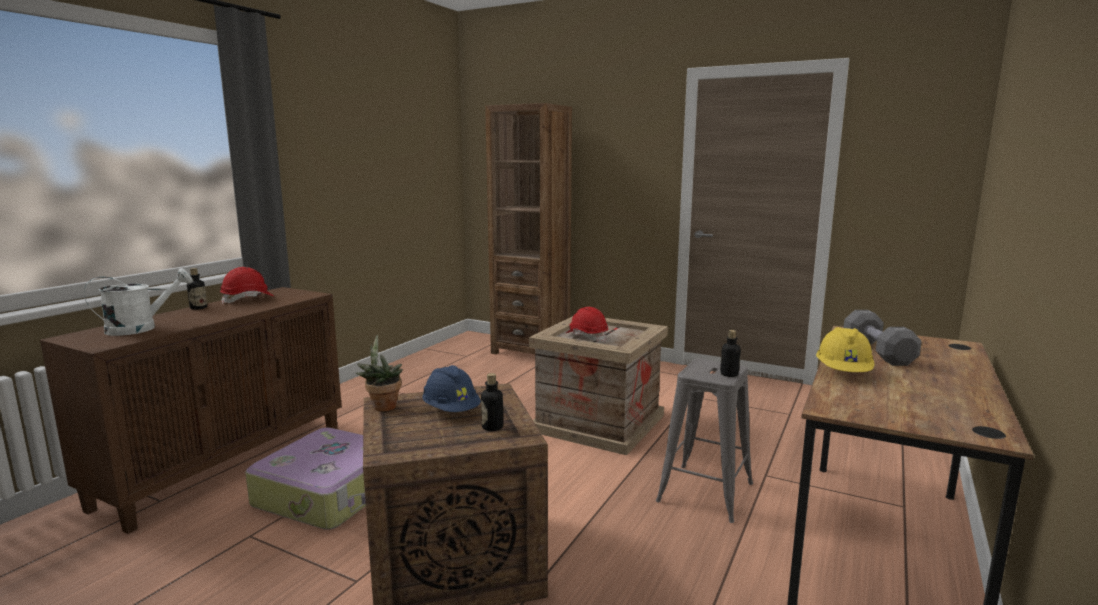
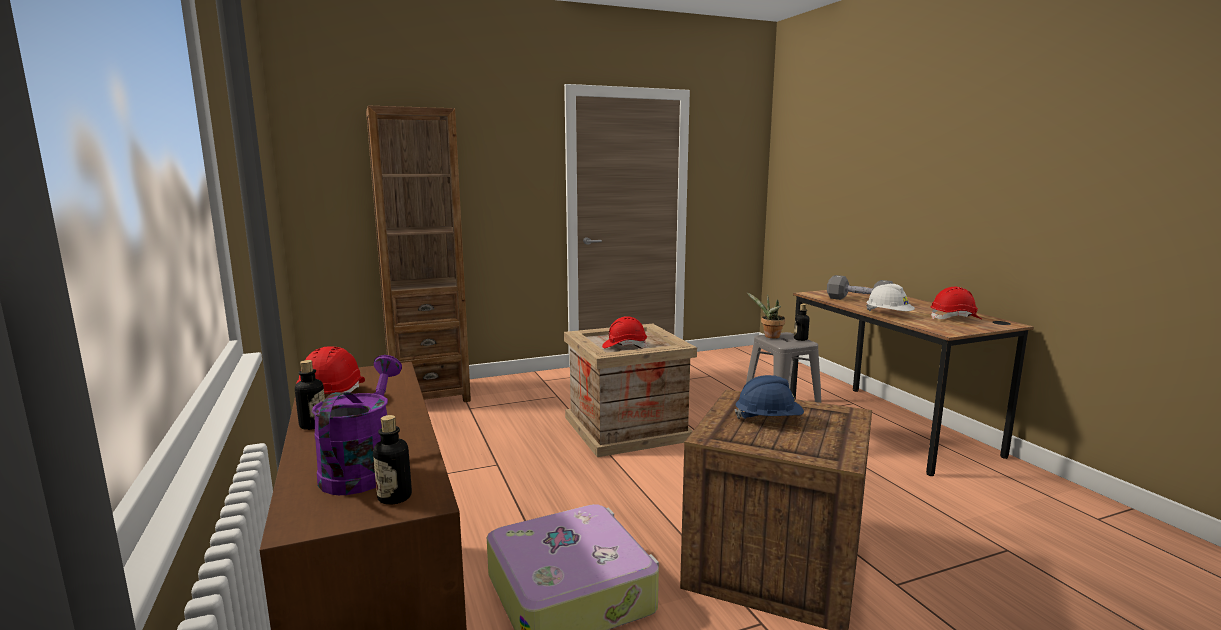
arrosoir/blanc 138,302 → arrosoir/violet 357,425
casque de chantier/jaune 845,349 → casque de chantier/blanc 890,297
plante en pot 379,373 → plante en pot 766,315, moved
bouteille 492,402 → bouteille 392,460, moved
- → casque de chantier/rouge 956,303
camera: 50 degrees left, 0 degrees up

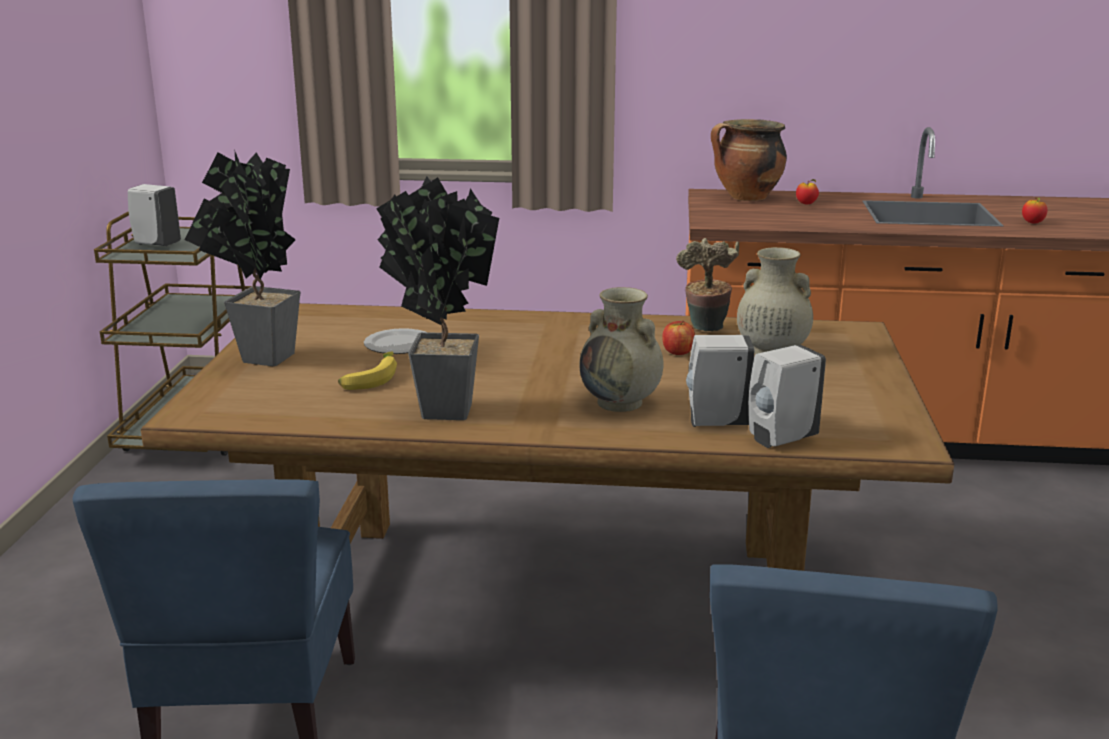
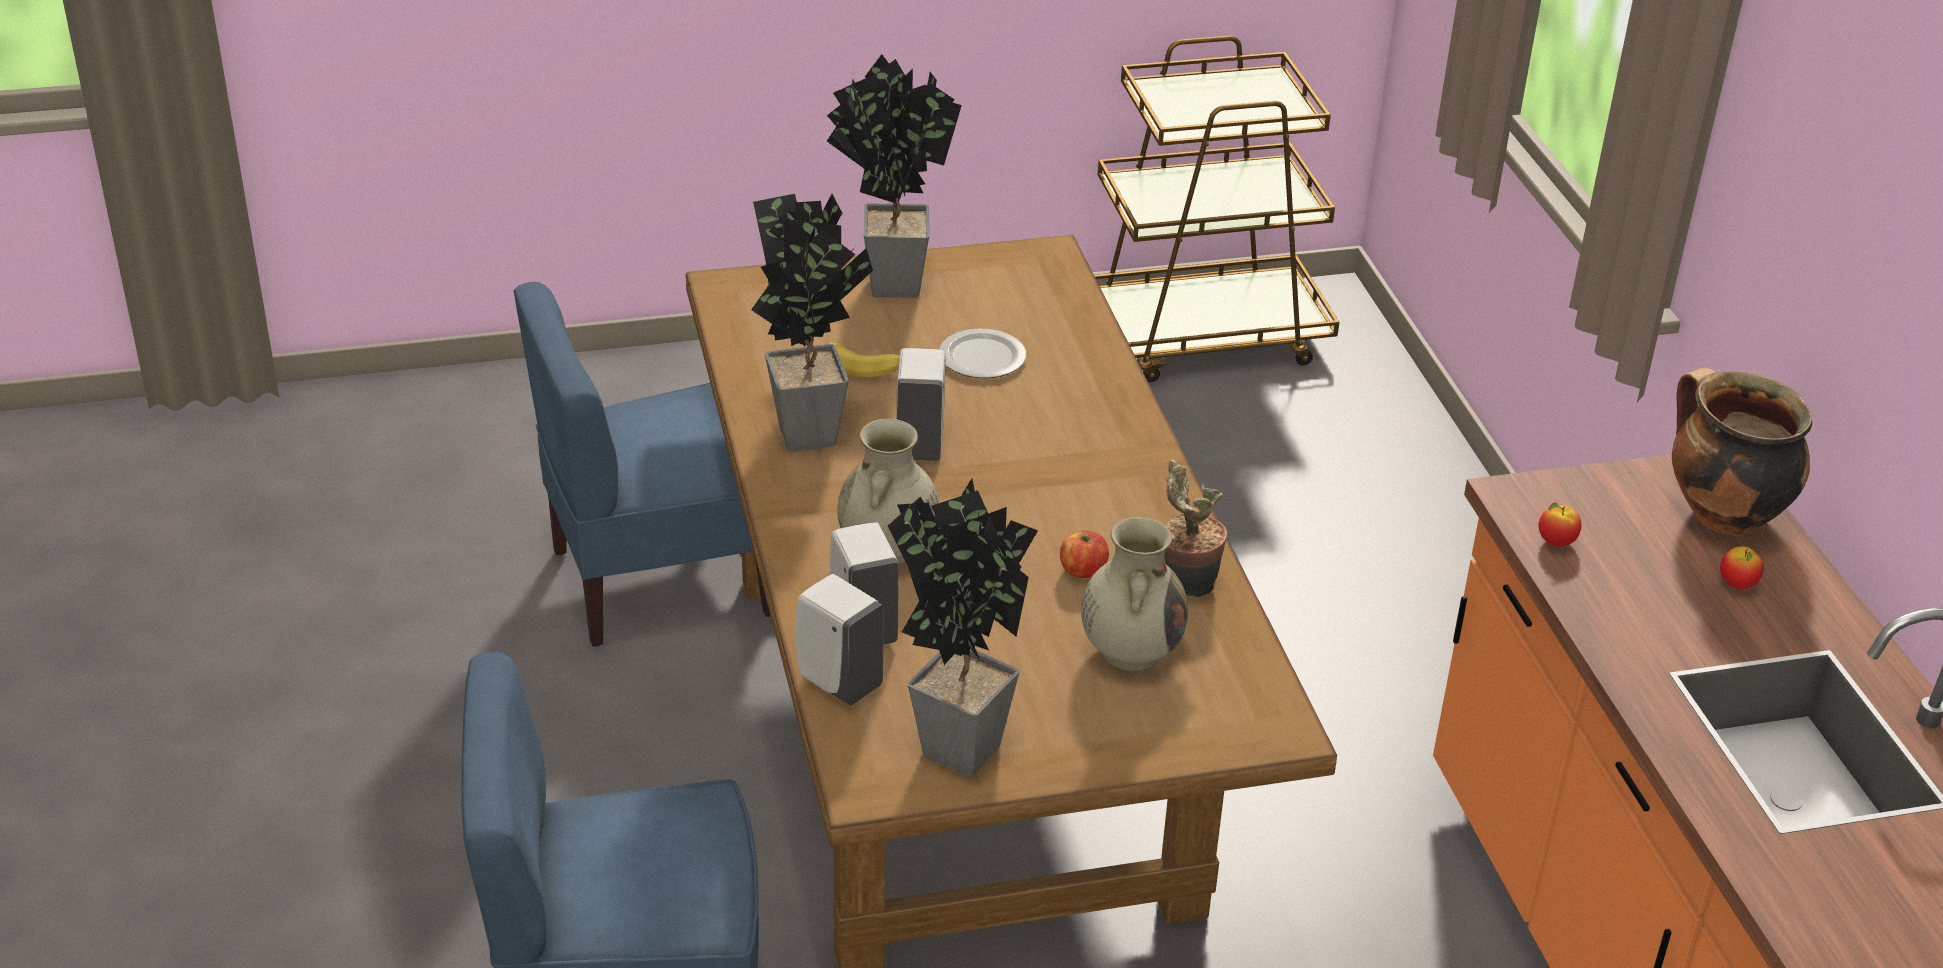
distributeur de savon/blanc 154,215 → distributeur de savon/blanc 921,404, moved
pomme 1034,210 → pomme 1560,525, moved
- → plante en pot 963,627
camera: 70 degrees right, 15 degrees up

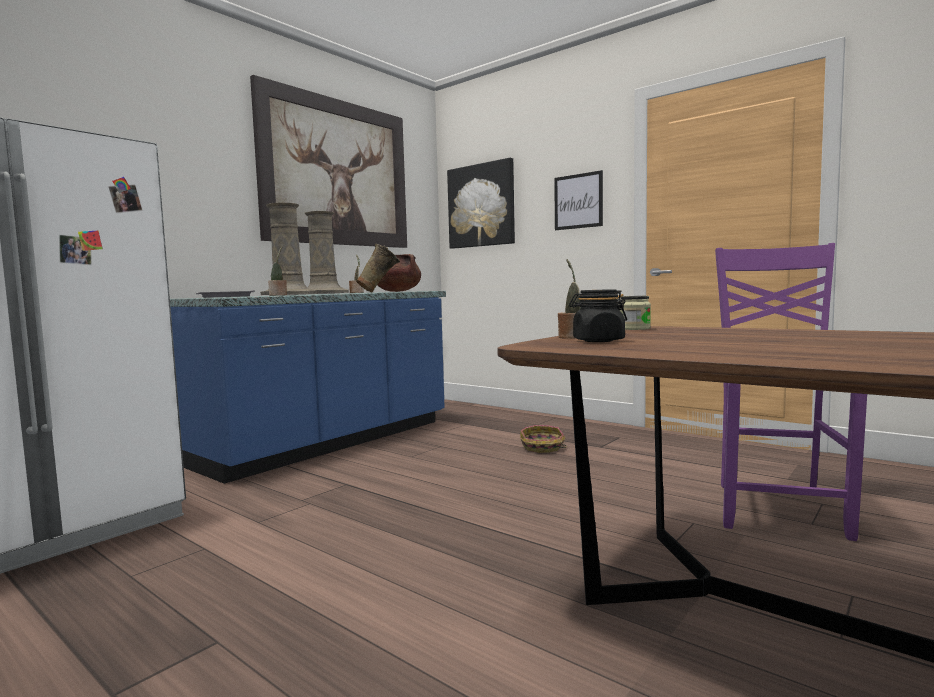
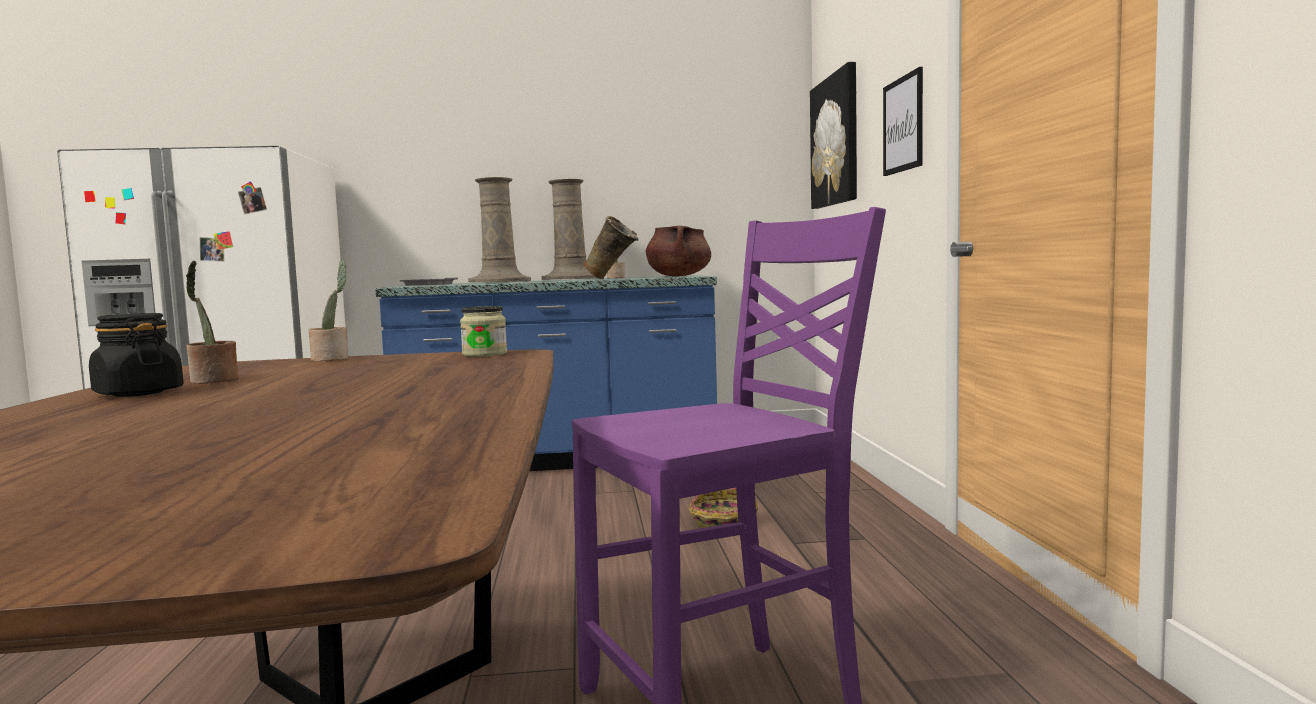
tableau 328,161 → -
plante en pot 277,271 → plante en pot 212,322, moved
bocal/noir 598,315 → bocal/noir 136,355, moved
camera: 45 degrees right, 0 degrees up

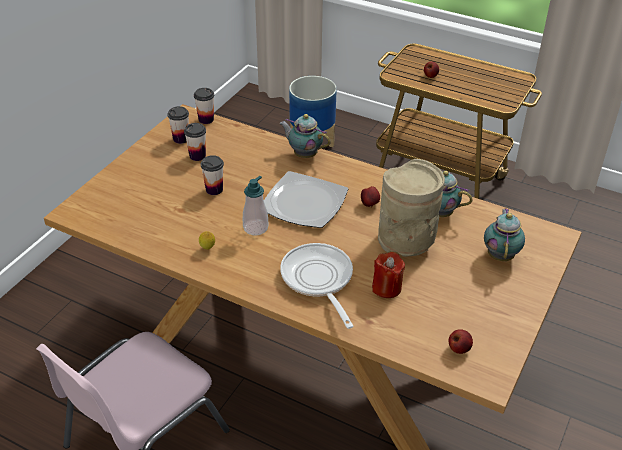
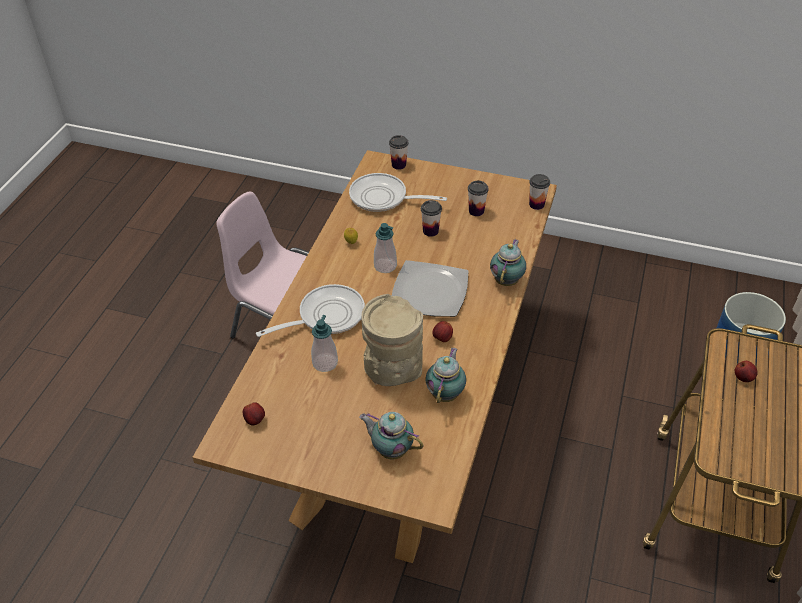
tasse 178,125 → tasse 398,152, moved
théière 504,234 → théière 391,435, 150 degrees counterclockwise
bougie/rouge 388,275 → distributeur de savon 324,343
- → poêle 398,192
camera: 80 degrees right, 5 degrees up

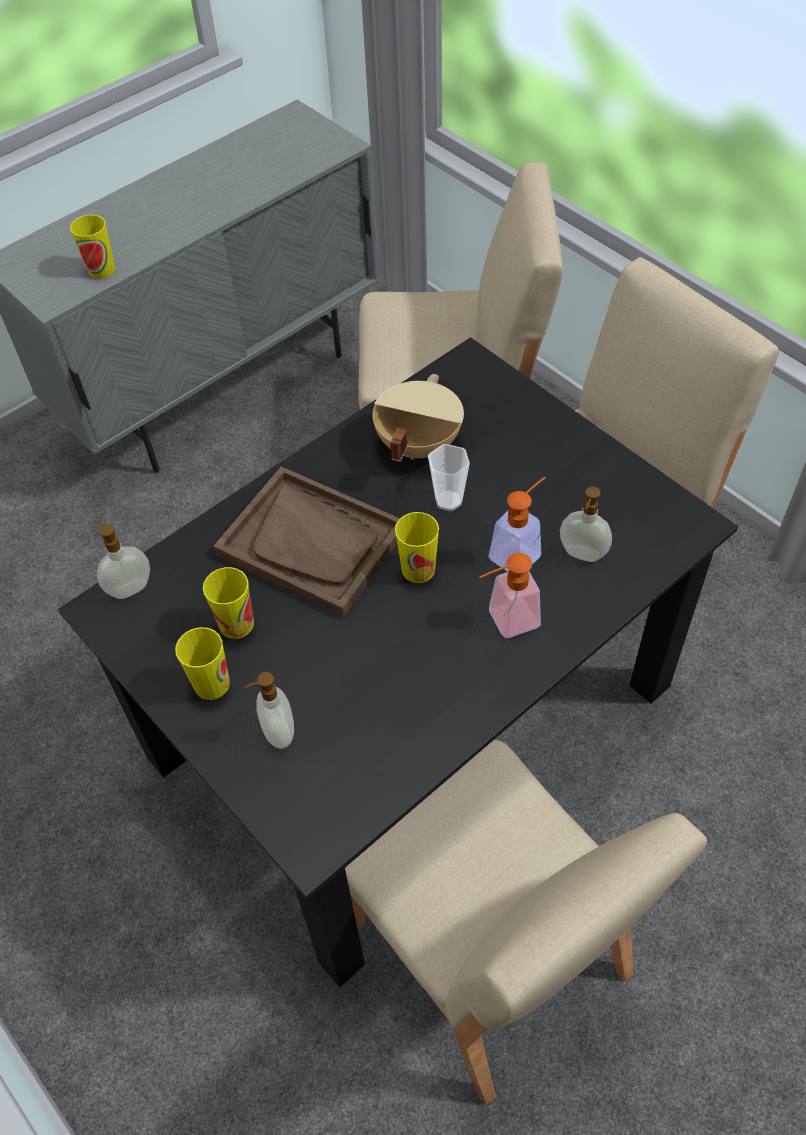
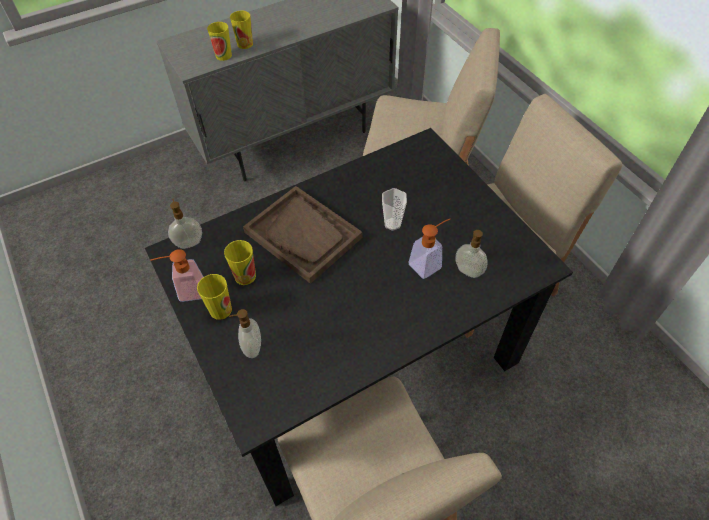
marmite/beige 418,417 → -
tasse 417,547 → tasse 241,30, moved
distributeur de savon 510,595 → distributeur de savon 176,275, moved
camera: 10 degrees right, 0 degrees up

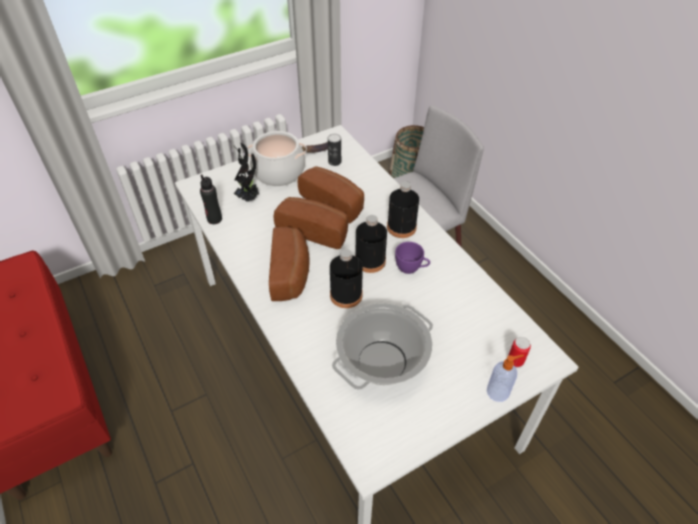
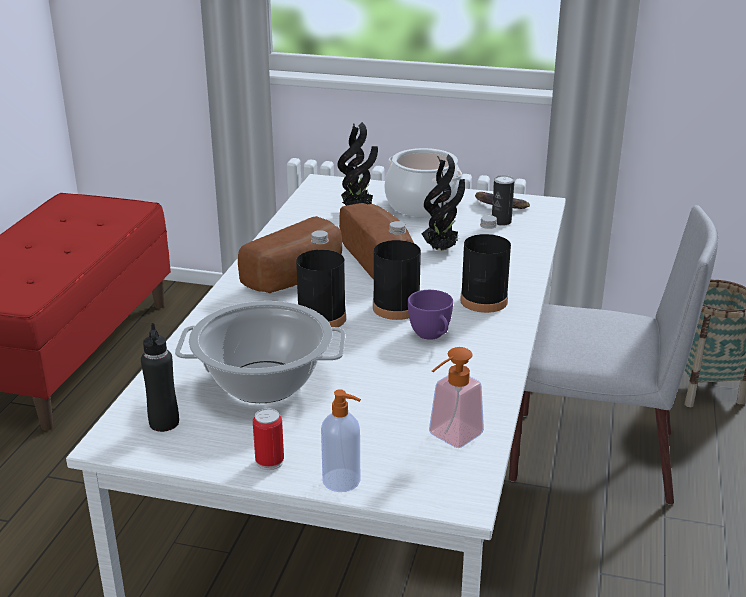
pain 331,195 → plante en pot 443,202
bouteille/noir 211,199 → bouteille/noir 160,377, moved
boîte métallique 519,352 → boîte métallique 268,439, moved
- → distributeur de savon 456,397
camera: 45 degrees right, 20 degrees down

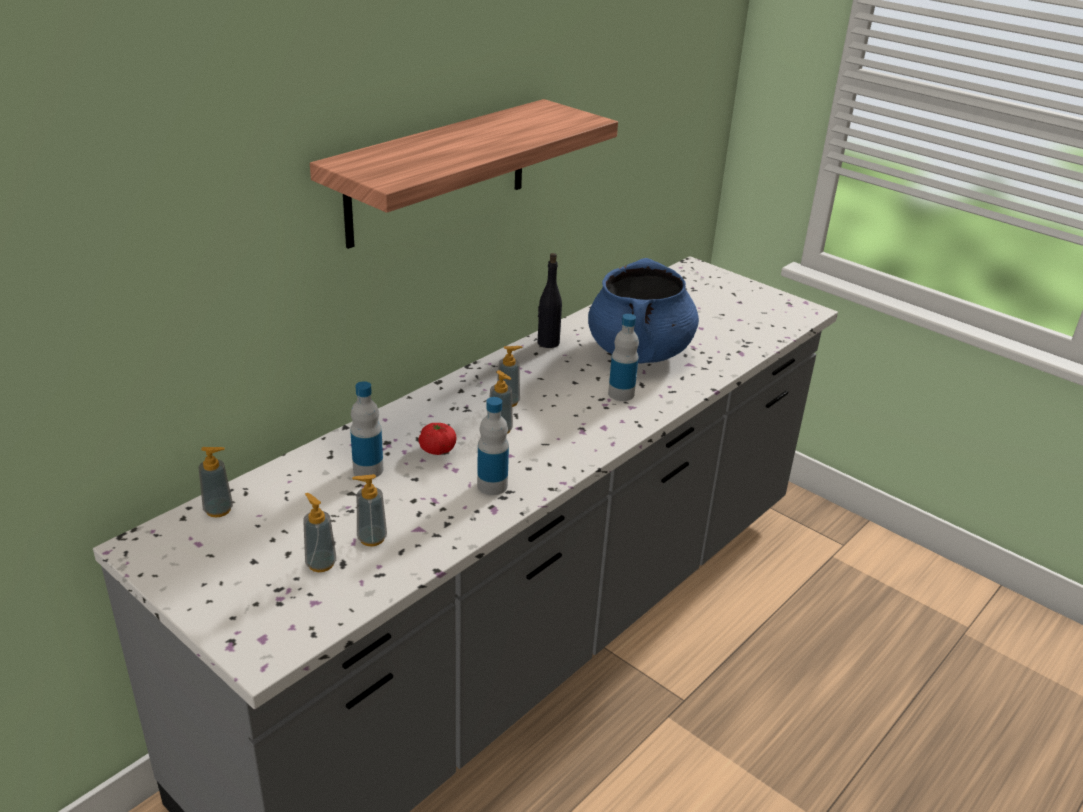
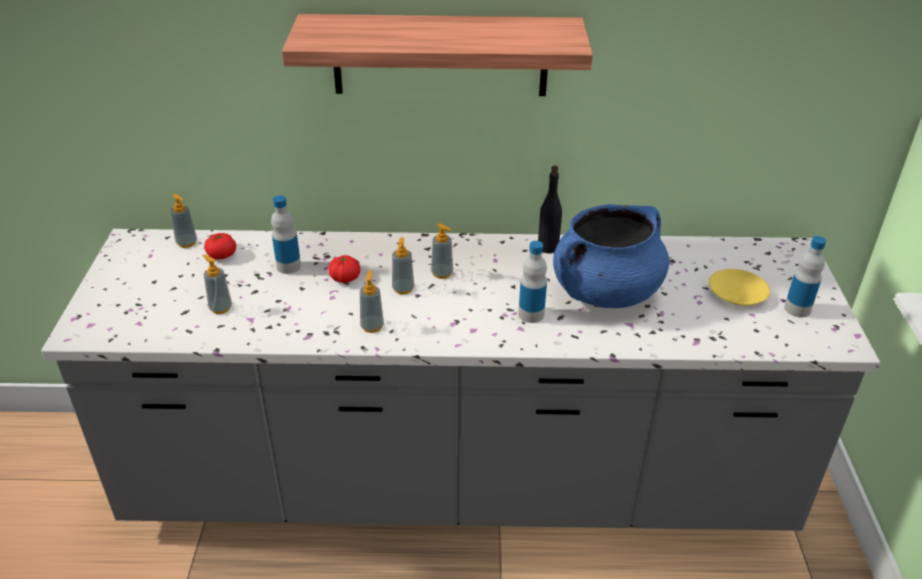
bouteille 493,446 → bouteille 805,276, moved
distributeur de savon 319,532 → distributeur de savon 372,301, moved
- → tomate 220,246
- → assiette/jaune 739,287
camera: 50 degrees right, 5 degrees up

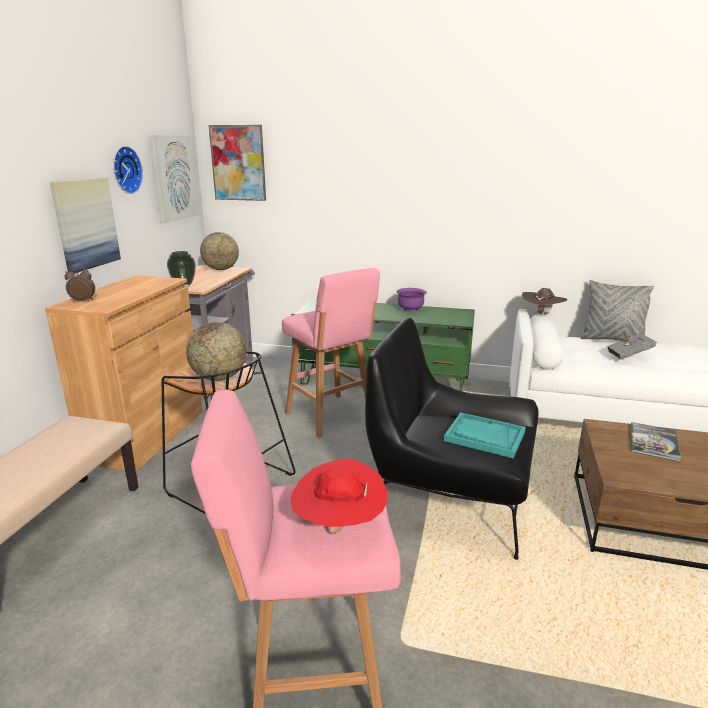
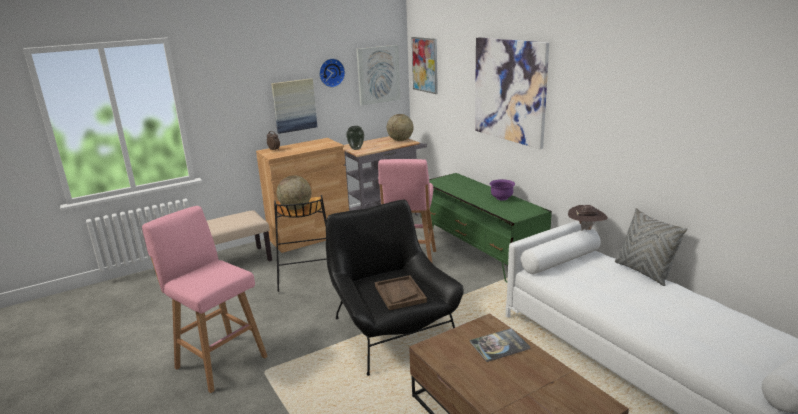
livre/gris 632,346 → -
plateau/turquoise 485,435 → plateau/marron 401,292
chapeau/rouge 339,495 → -
- → tableau 512,93
camera: 45 degrees right, 0 degrees up

